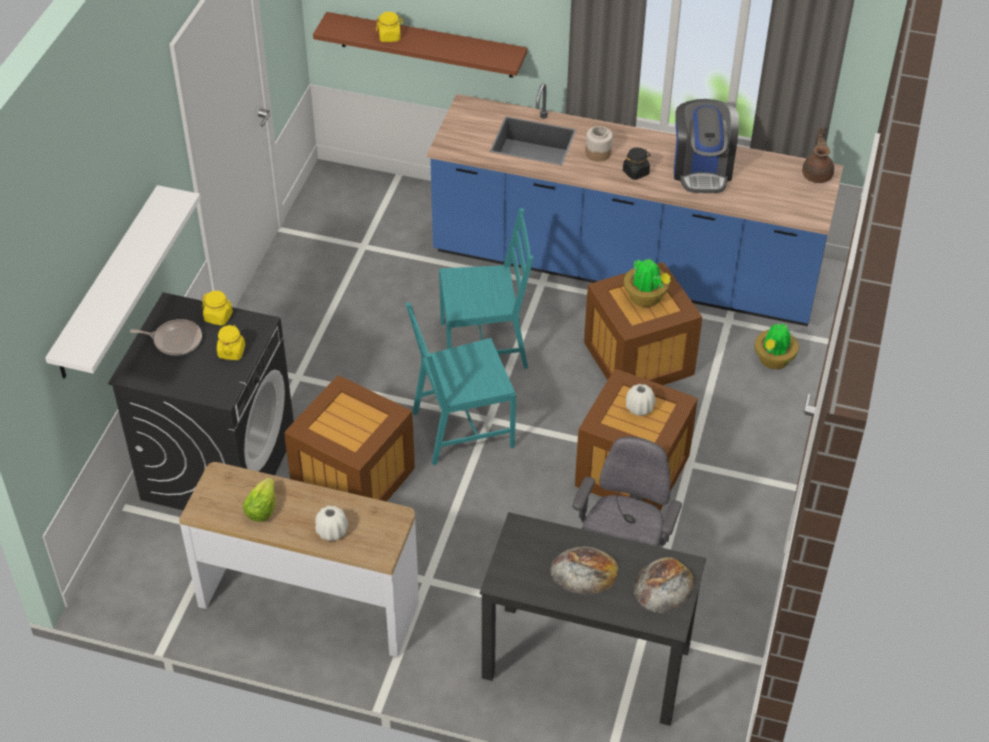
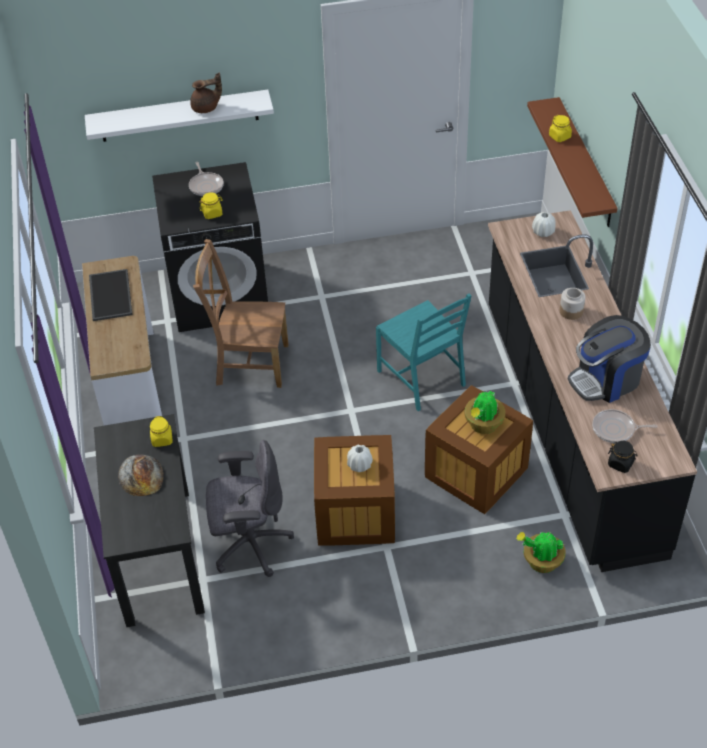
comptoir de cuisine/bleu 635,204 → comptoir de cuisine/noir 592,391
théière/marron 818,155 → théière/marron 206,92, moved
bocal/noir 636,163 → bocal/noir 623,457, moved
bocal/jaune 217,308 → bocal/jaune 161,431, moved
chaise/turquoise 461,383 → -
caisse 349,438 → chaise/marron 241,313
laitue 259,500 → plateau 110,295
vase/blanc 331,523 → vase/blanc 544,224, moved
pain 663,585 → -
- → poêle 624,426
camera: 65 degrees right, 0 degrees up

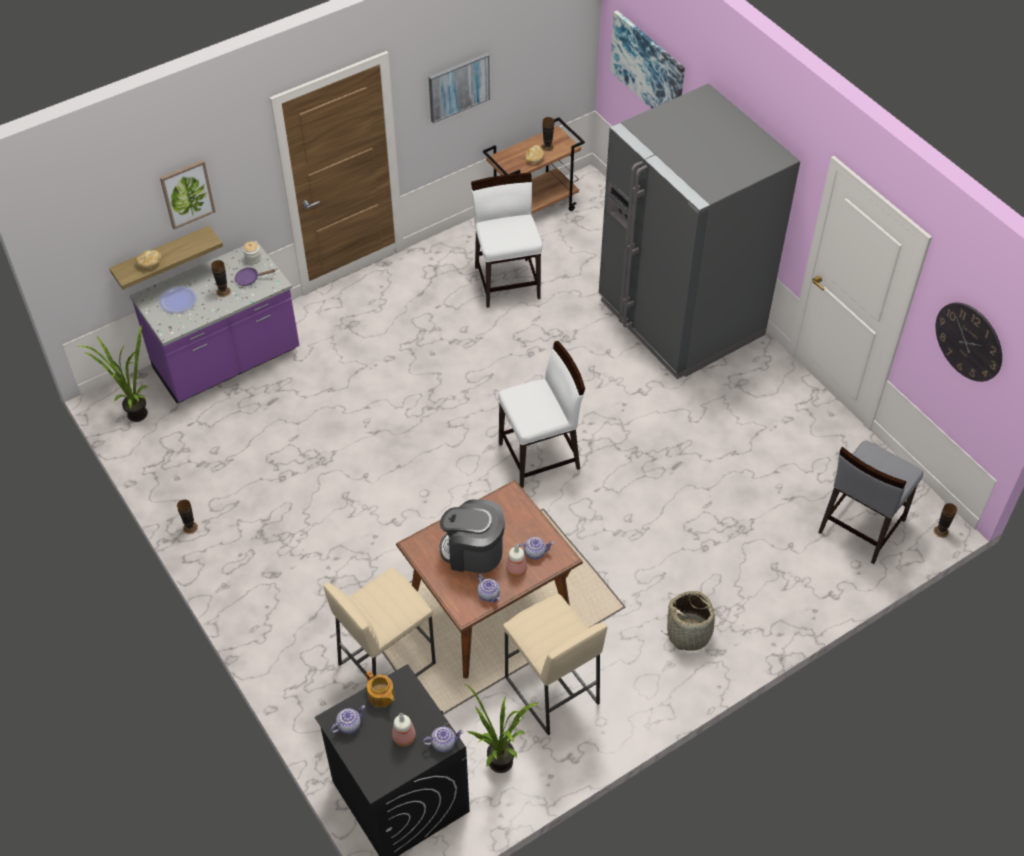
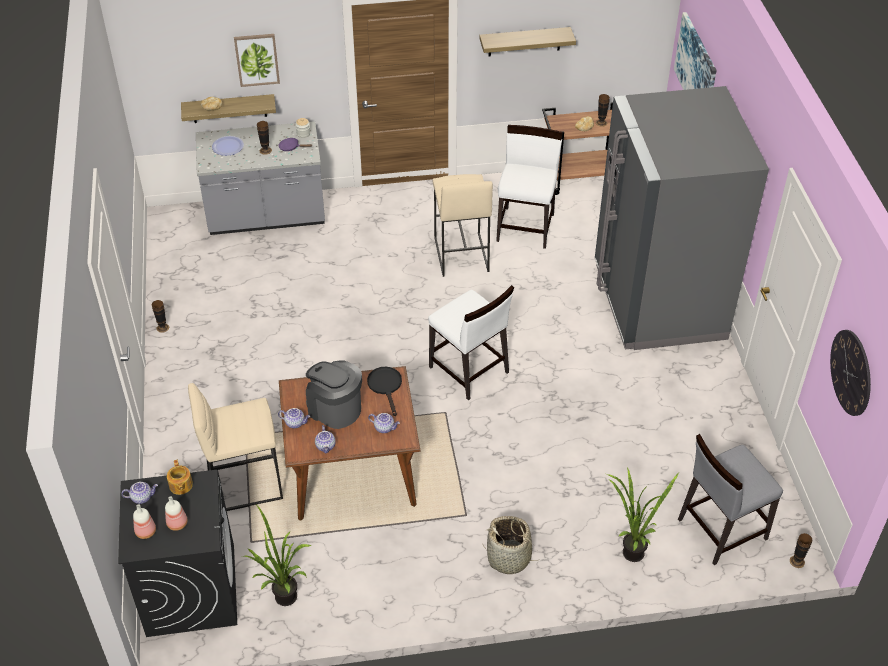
tableau 459,88 → étagère 527,42
comptoir de cuisine/violet 215,322 → comptoir de cuisine/gris 260,178
plante en pot 112,373 → plante en pot 642,514, moved
chaise/blanc 541,414 → chaise/blanc 471,342, 45 degrees clockwise
bouteille 516,560 → bouteille 144,521, moved
tabouret/beige 555,664 → tabouret/beige 463,225, moved
théière 443,739 → théière 294,418, moved
- → poêle/noir 384,391
camera: 25 degrees right, 5 degrees down

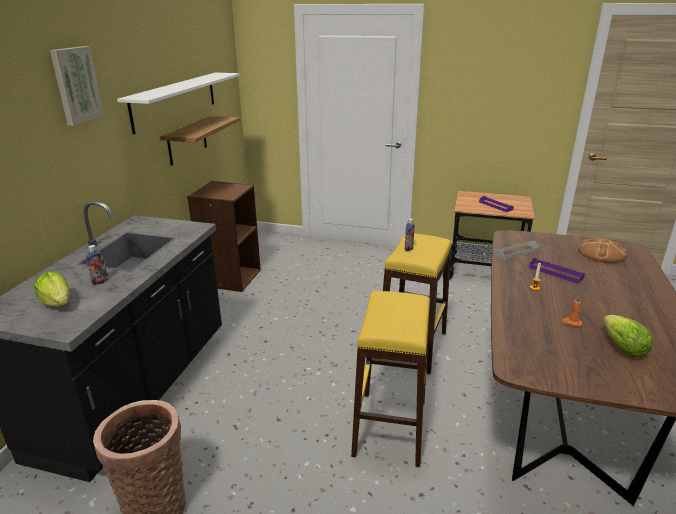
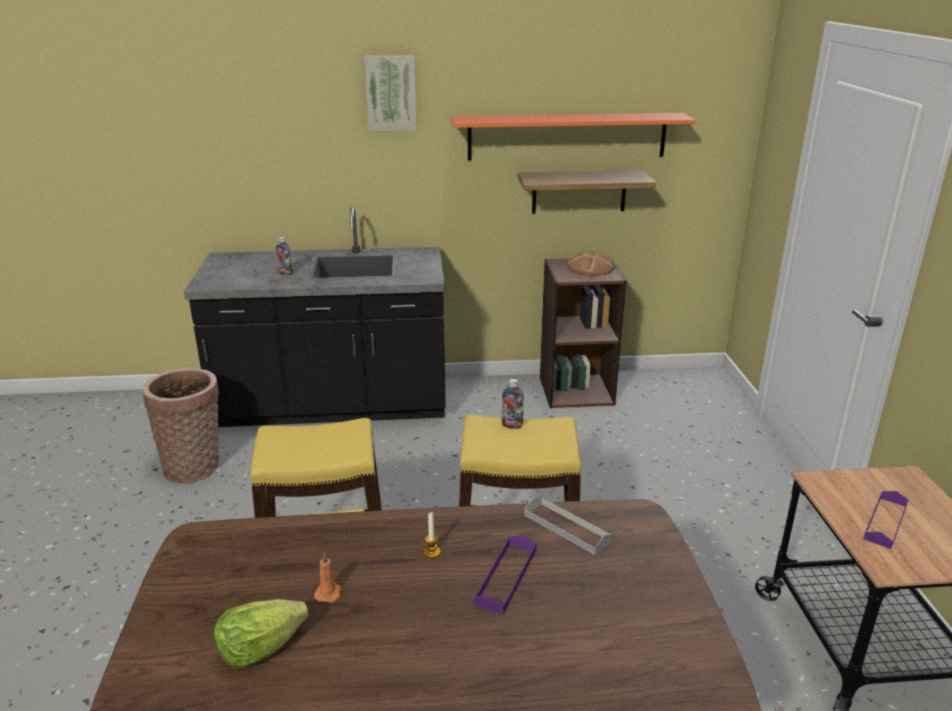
étagère/blanc 178,103 → étagère/orange 573,136
pain 603,250 → pain 591,263, moved
laitue 51,289 → -
camera: 70 degrees right, 0 degrees up

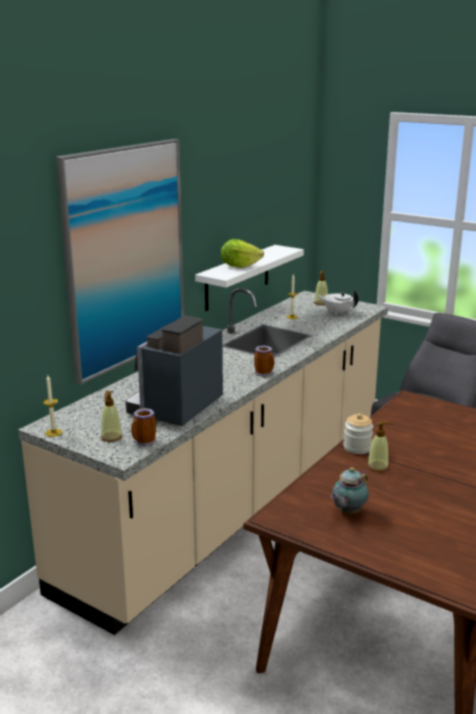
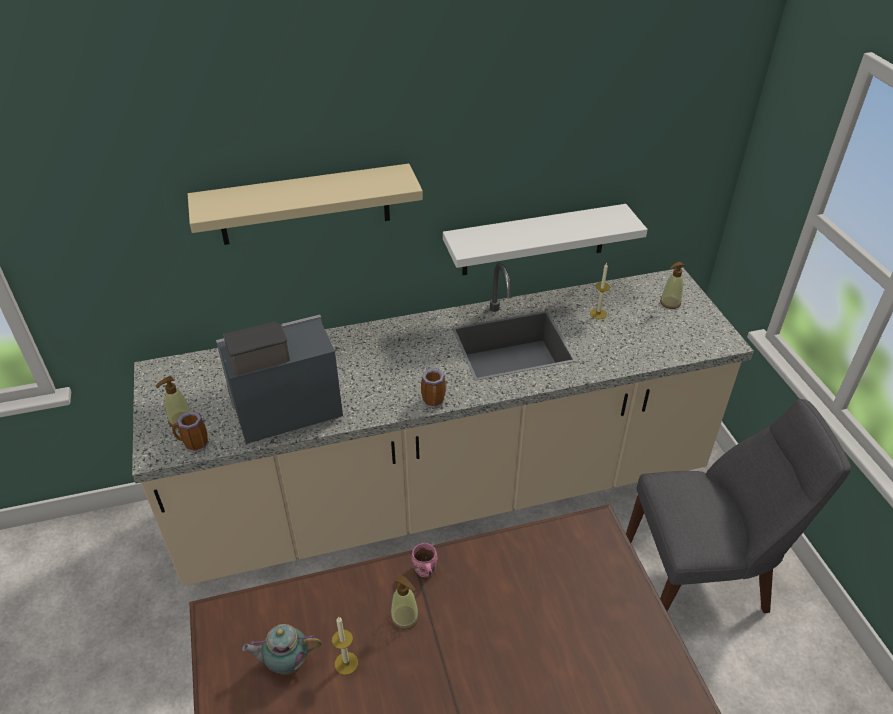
tableau 120,262 → étagère/beige 305,204
laitue 242,253 → -
théière/blanc 338,302 → -
bougie 52,406 → bougie 345,645, moved
bocal 358,433 → mug/rose 424,560
camera: 40 degrees right, 20 degrees up

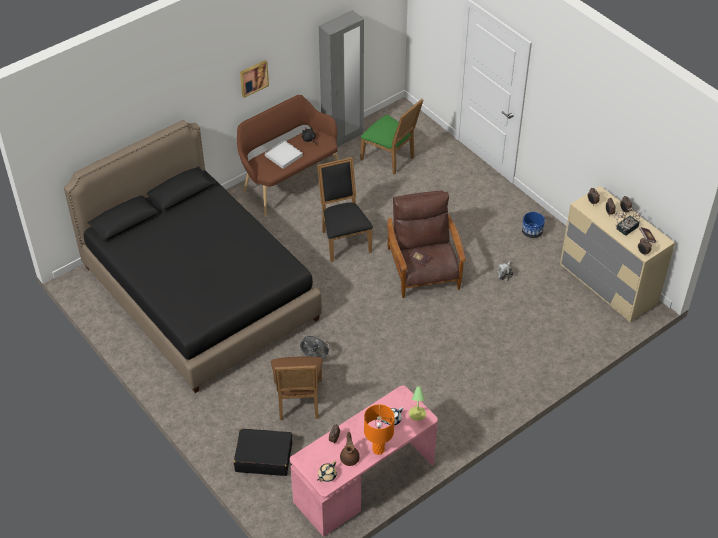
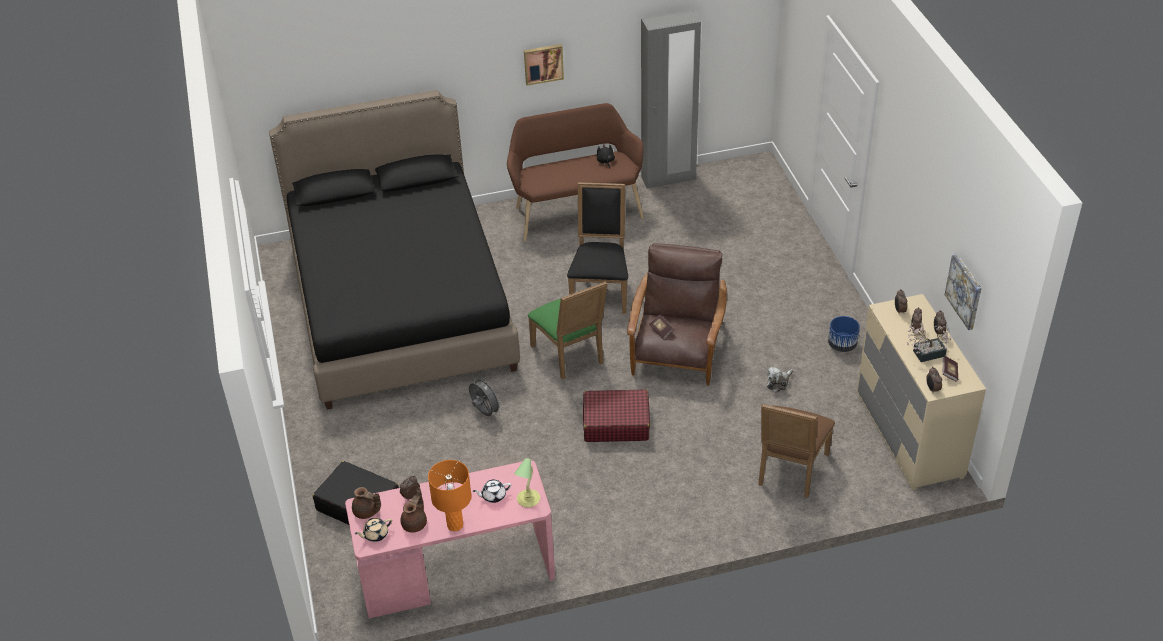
chaise/vert 392,137 → chaise/vert 568,330, moved
plateau/blanc 284,154 → -
chaise/marron 297,388 → chaise/marron 796,450, moved
- → tableau 963,291
- → valise/rouge 616,415
- → théière/marron 366,503
camera: 25 degrees right, 5 degrees down

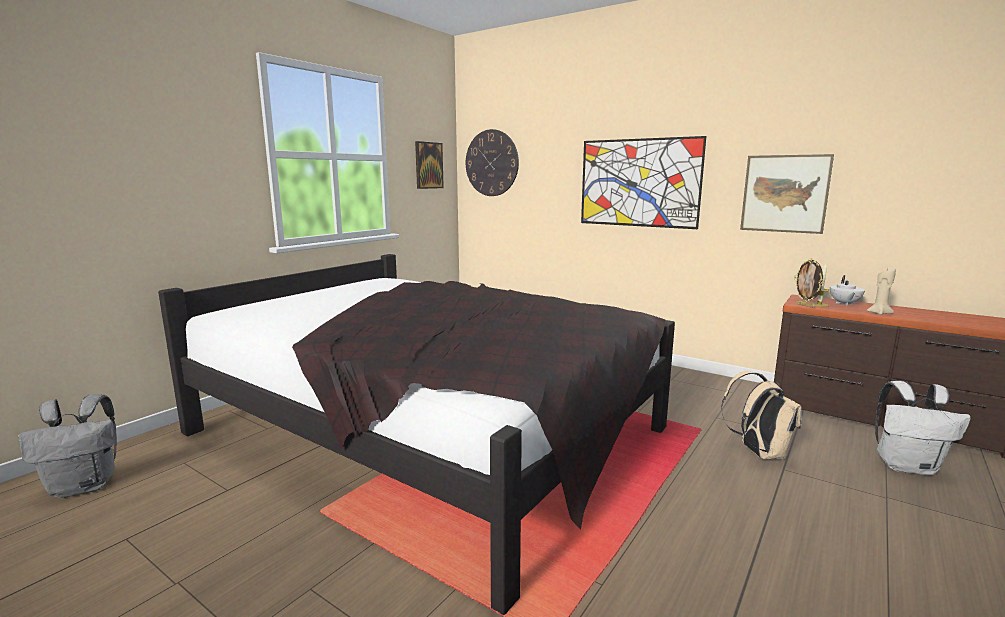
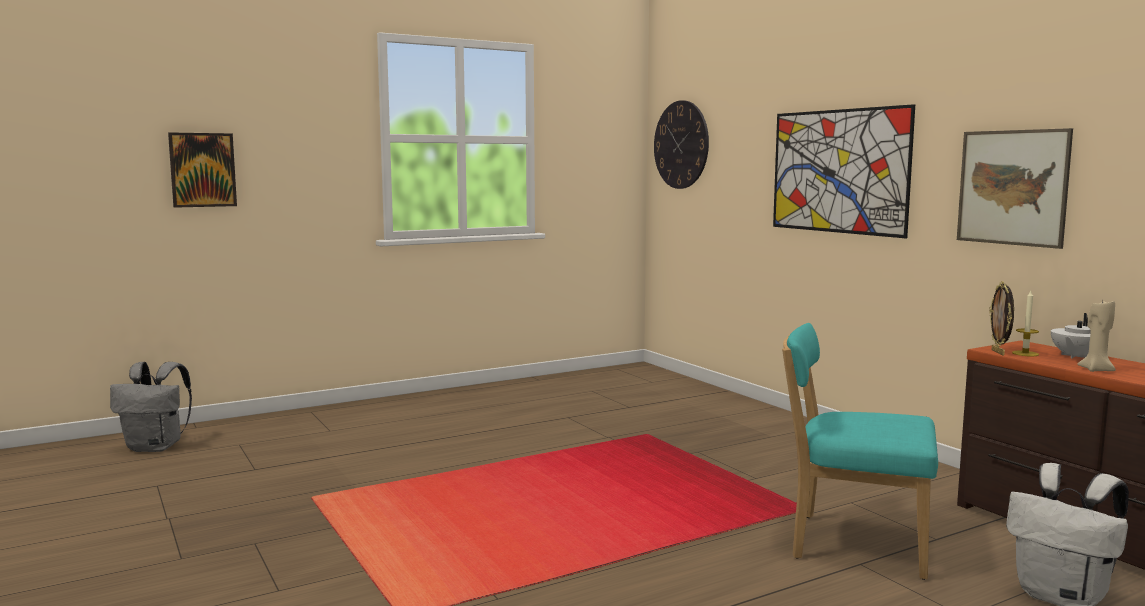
tableau 429,165 → tableau 202,170, moved
lit/noir 416,434 → -
sac à dos/beige 761,415 → chaise/turquoise 860,451
camera: 25 degrees right, 5 degrees down

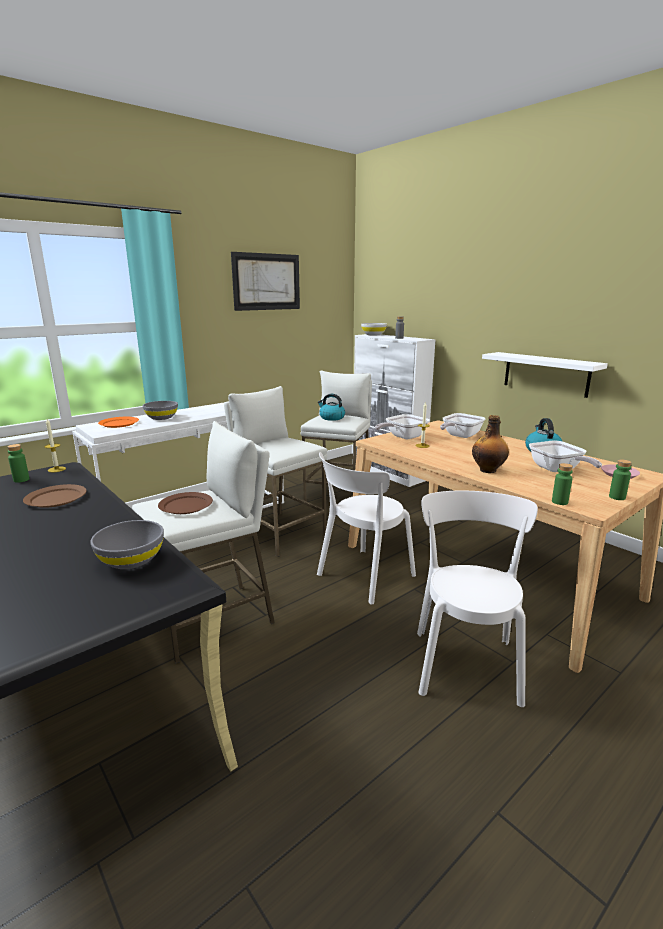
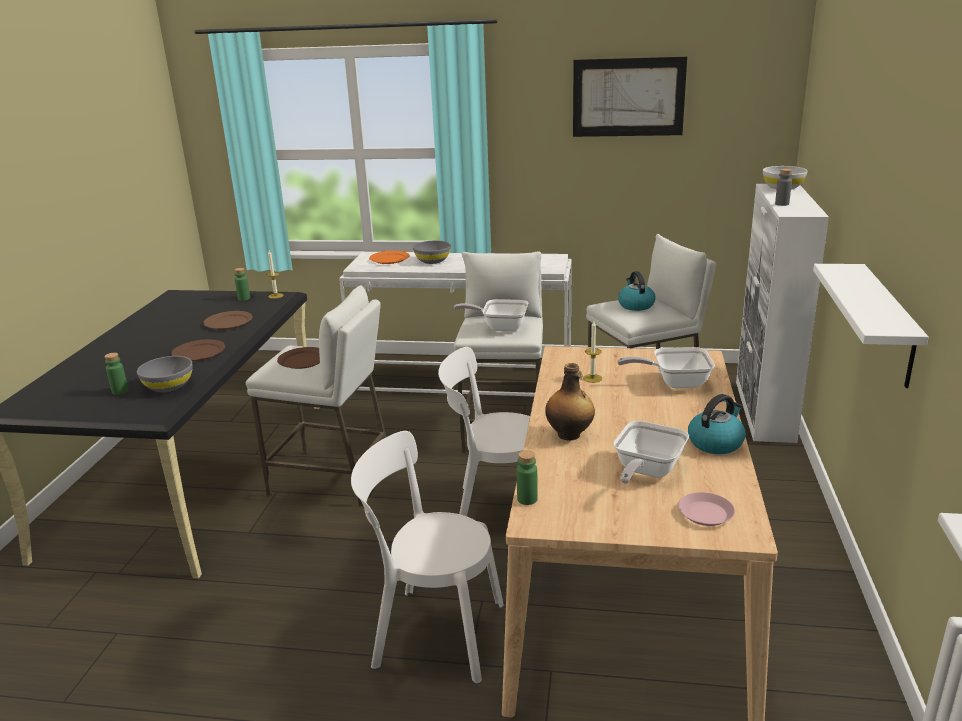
poêle 402,426 → poêle 490,315, moved
bouteille/vert 620,479 → bouteille/vert 116,374, moved
chaise/blanc 477,599 → chaise/blanc 427,557, 135 degrees counterclockwise
- → assiette/marron 198,350
camera: 50 degrees right, 5 degrees up

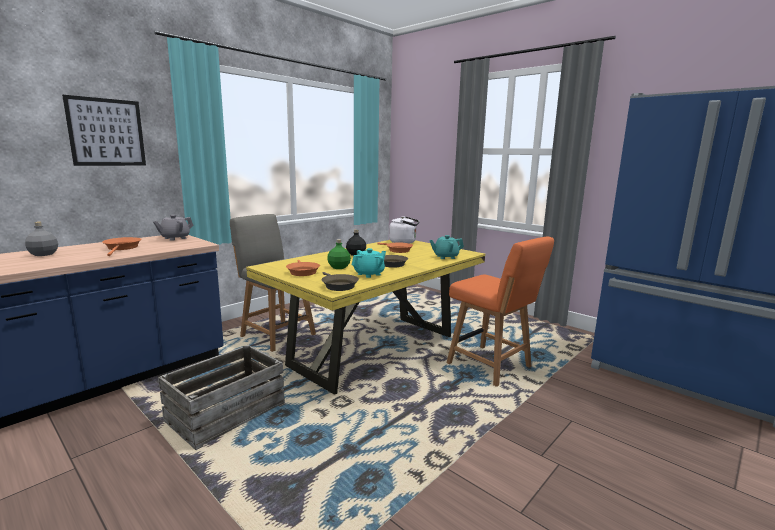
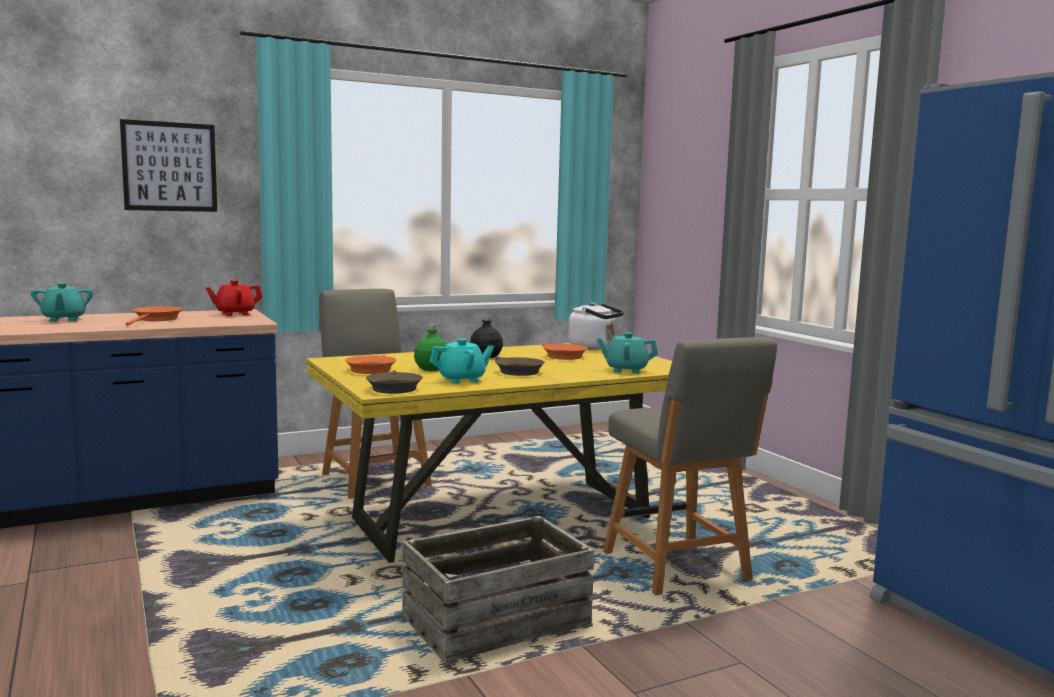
théière/gris 173,228 → théière/rouge 234,298
bouteille/gris 41,239 → théière/turquoise 62,302
chaise/orange 500,311 → chaise/gris 690,466
caisse 221,397 → caisse 498,591, moved
camera: 20 degrees right, 5 degrees down

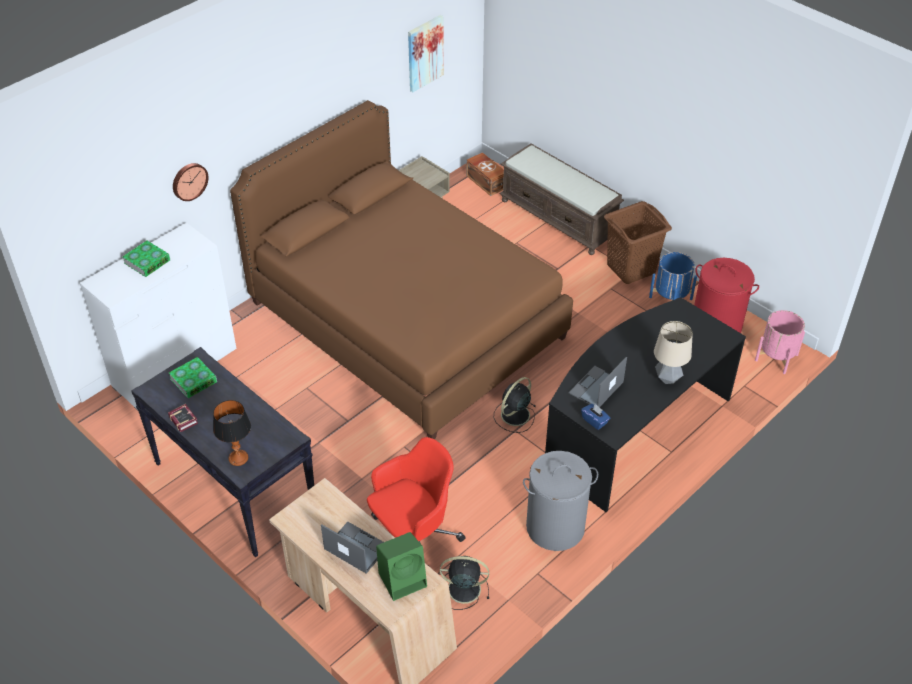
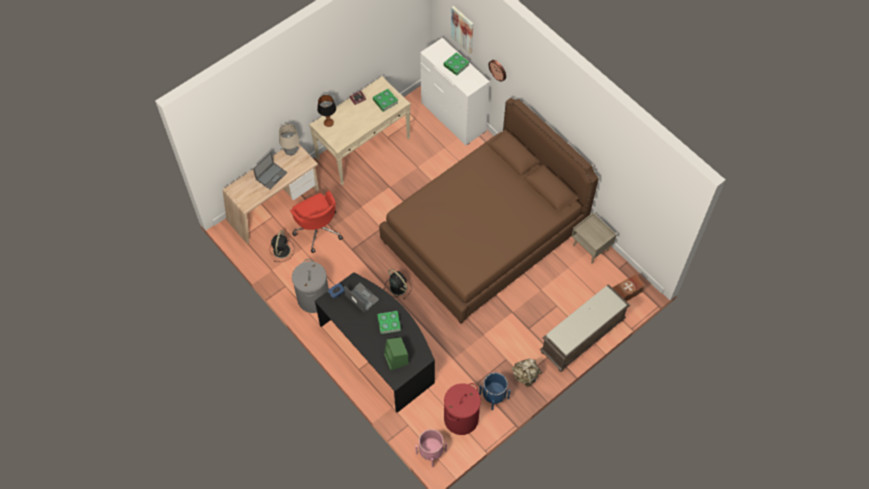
tableau 426,53 → tableau 462,30, moved
panier à linge/marron 638,242 → sac à dos/beige 527,373
lampe de table 673,352 → lampe de table 289,140, moved
table console/noir 222,452 → table console/beige 360,130
enceinte/vert 401,566 → enceinte/vert 396,353, moved
- → livre 389,322
camera: 95 degrees right, 15 degrees up

